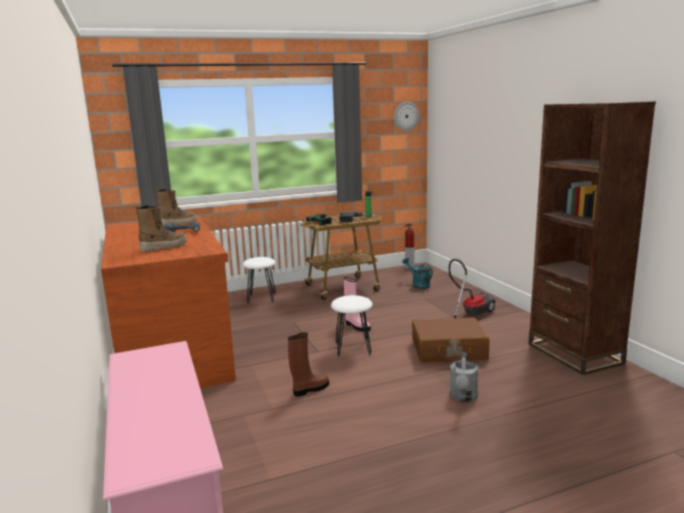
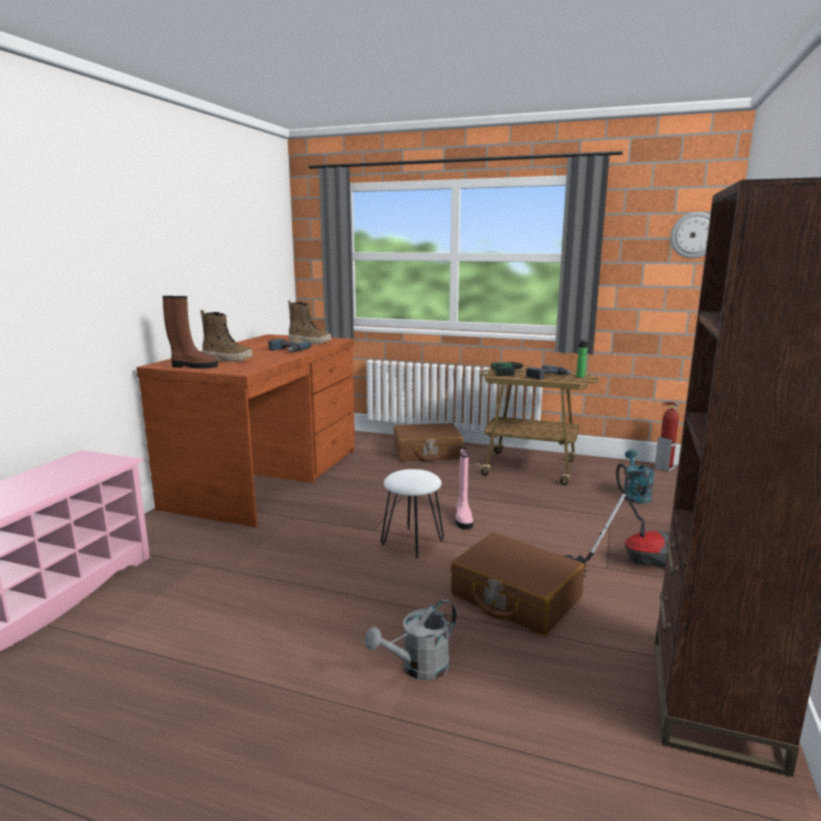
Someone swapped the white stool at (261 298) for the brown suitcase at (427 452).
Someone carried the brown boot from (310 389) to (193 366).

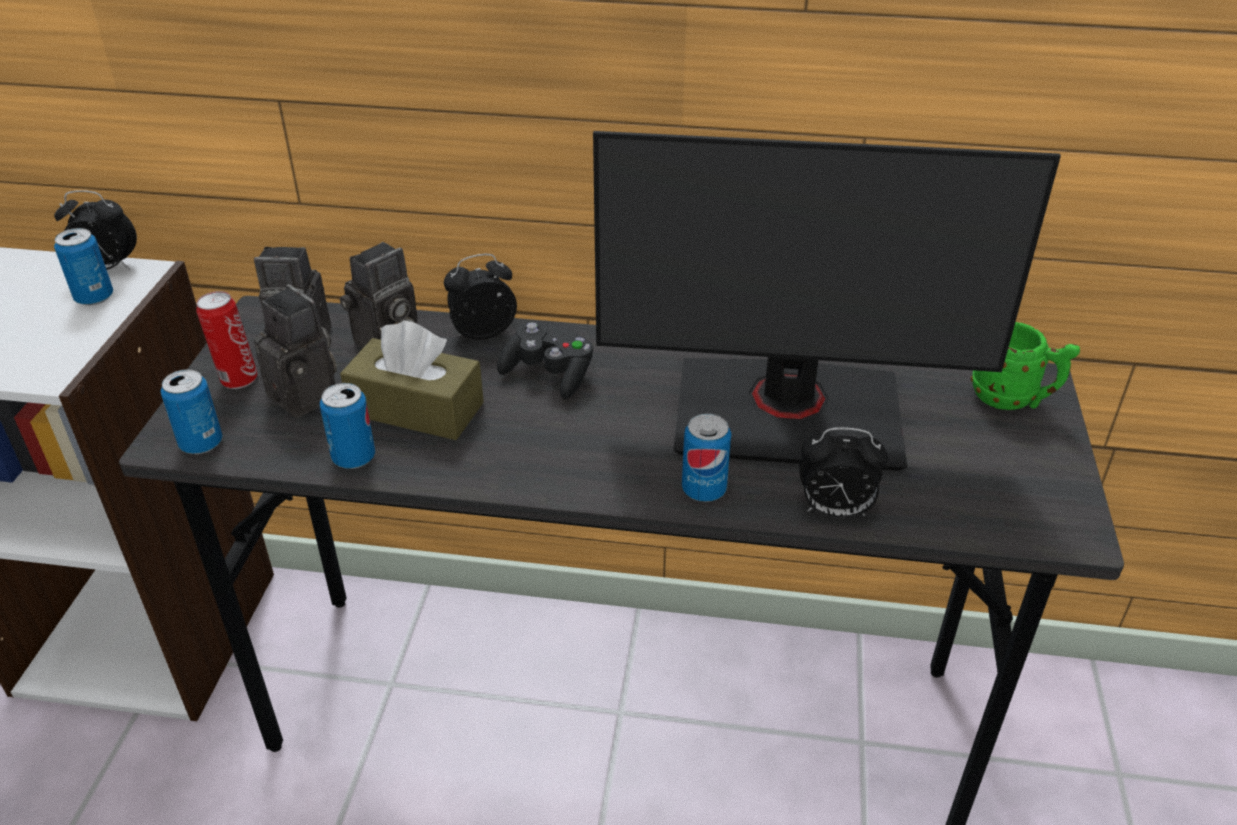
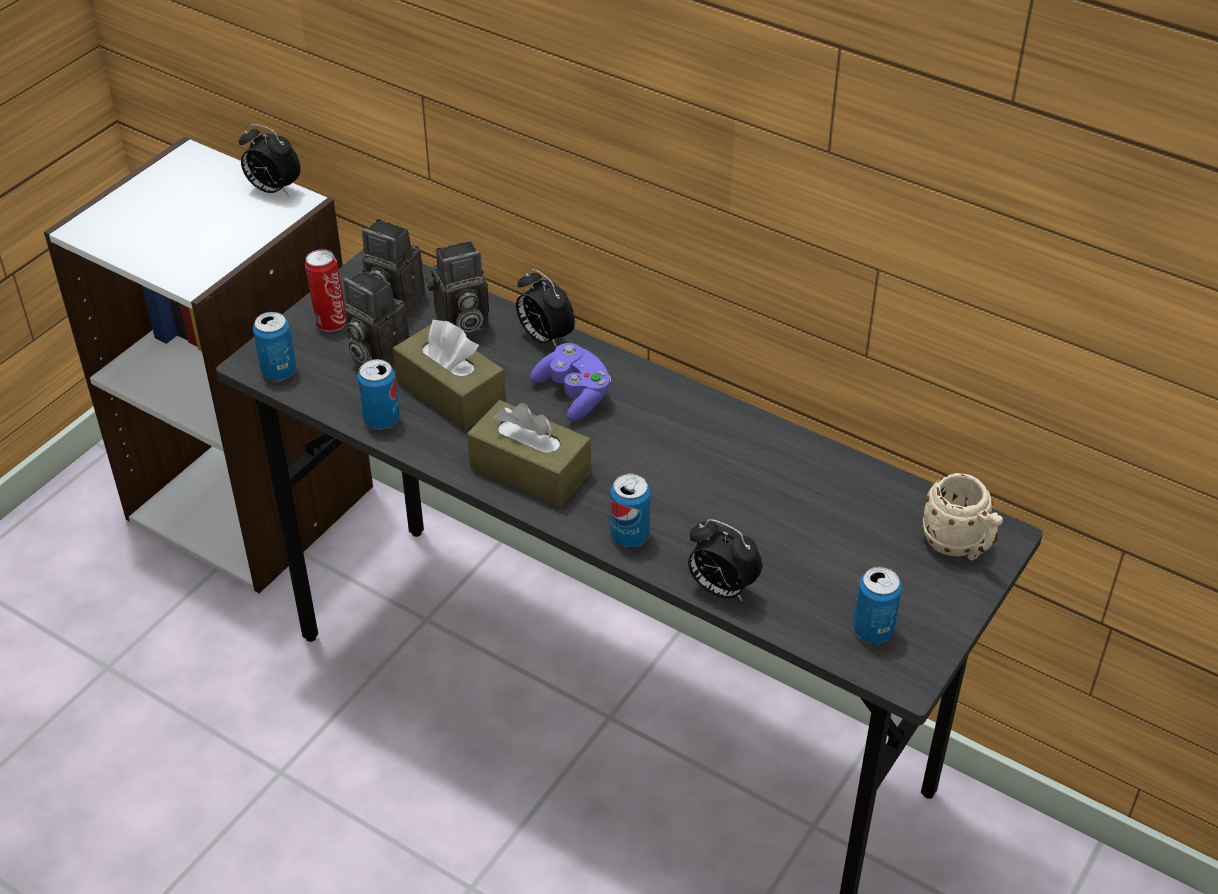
Someone took away the monitor at (788 413).
Someone carried the can from (94 297) to (873 630).
Someone rotated the alarm clock at (483 333) by 135 degrees counterclockwise.
Someone rotated the photo camera at (308 396) by 150 degrees clockwise.
Someone repainted the black game controller at (549 374), which became the purple game controller at (574 394).
Someone repainted the green mug at (1013 400), which became the beige mug at (959 546).
Someone put down the brown tissue box at (530 470).

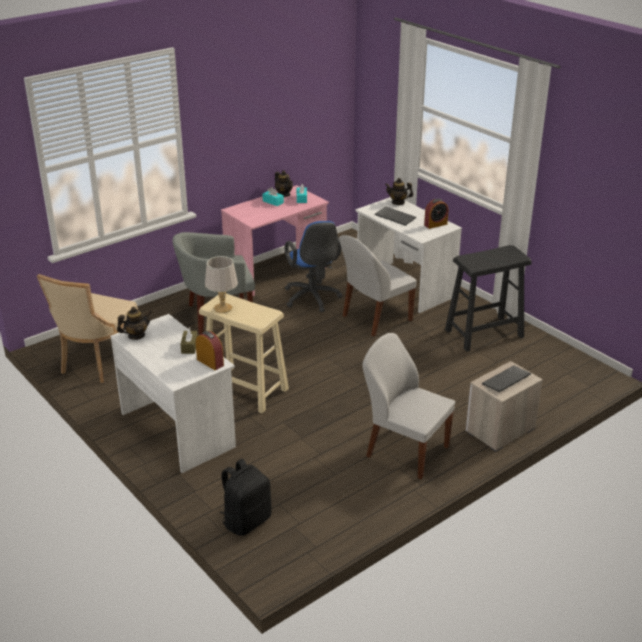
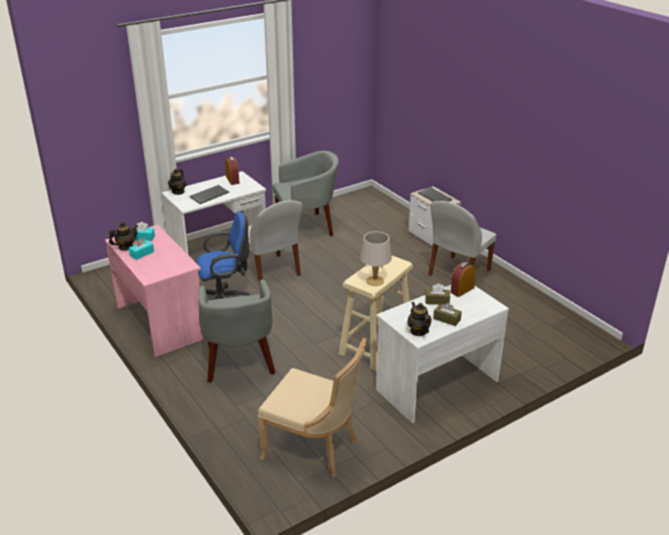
Someone swapped the black stool at (483 333) for the grey armchair at (307 227).
Someone took away the black backpack at (246 520).
Someone put down the brown tissue box at (446 319).

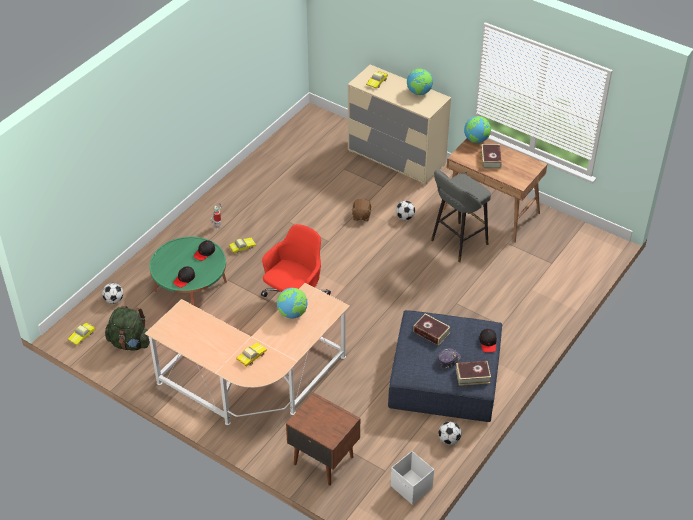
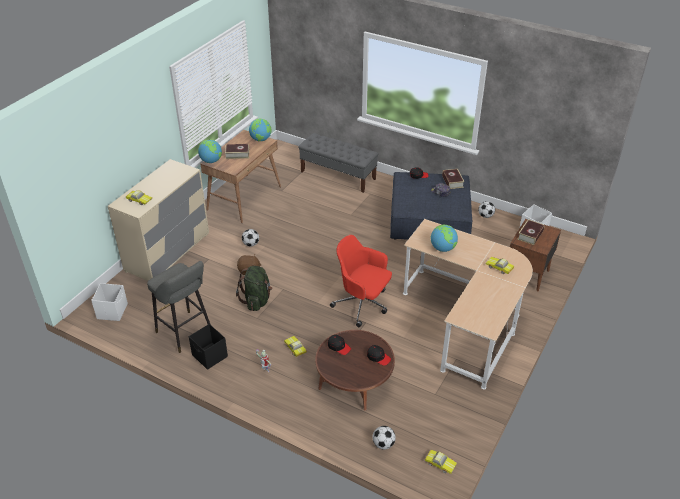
Someone carried the globe from (419 92) to (261 139).
Someone carried the grey stool from (457 243) to (186 333).
Someone repainted the green coffee table at (190 286), which became the brown coffee table at (354 381).
Someone carried the green backpack from (130 343) to (257 300).
Someone carried the book from (431 332) to (530 235).
Someone put down the grey bench at (338 175).
Someone put down the white storage box at (113 311).
Someone put down the black storage box at (210 356).

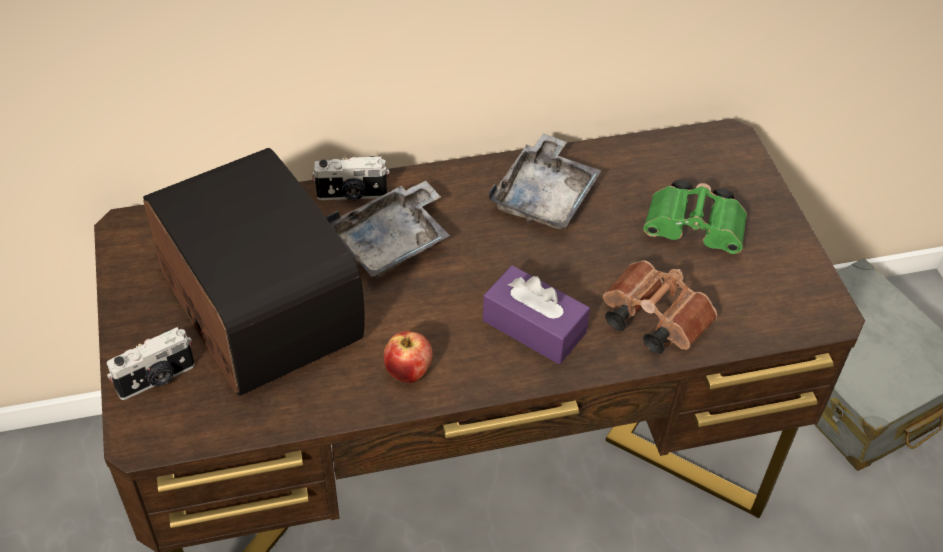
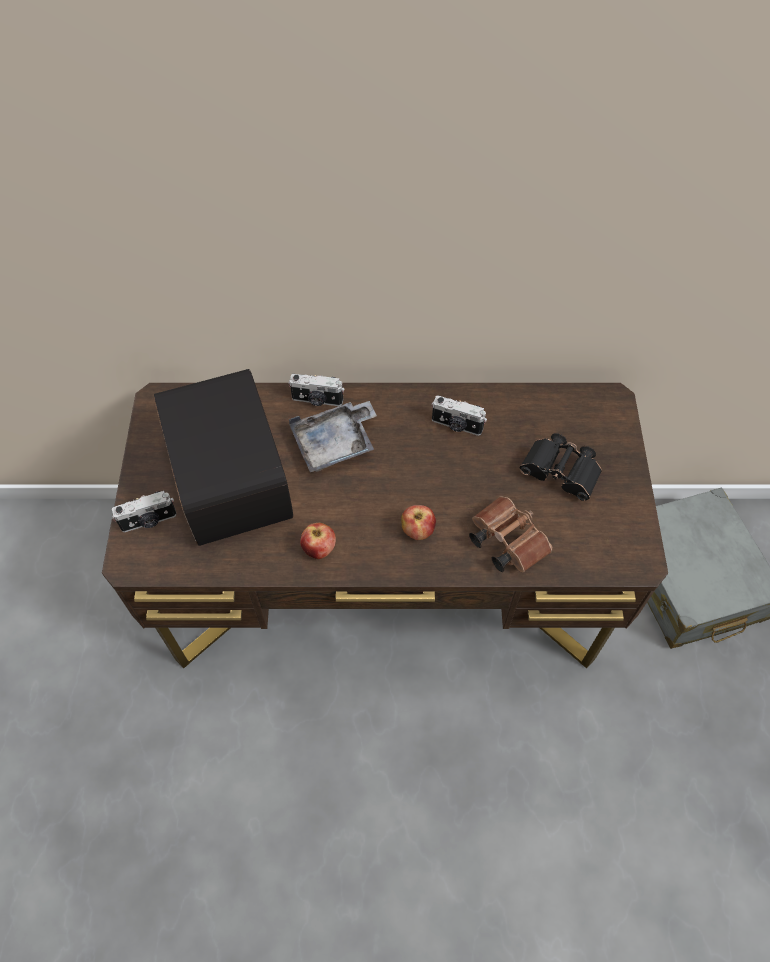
Someone swapped the grey tray at (545 196) for the photo camera at (456 425).
Someone repainted the green binoculars at (696 231), which became the black binoculars at (562 474).
Someone swapped the purple tissue box at (534 327) for the apple at (418 530).

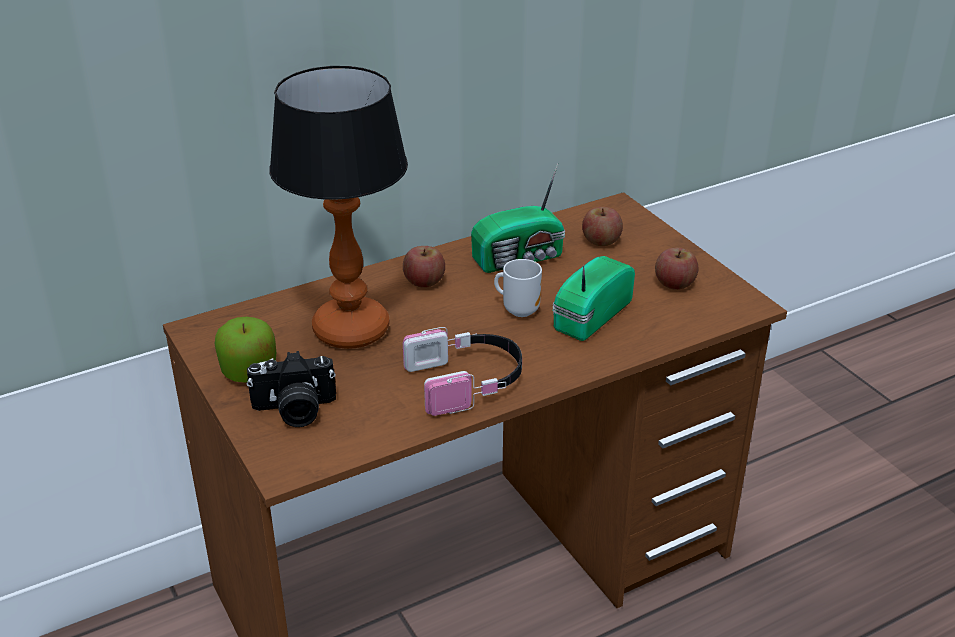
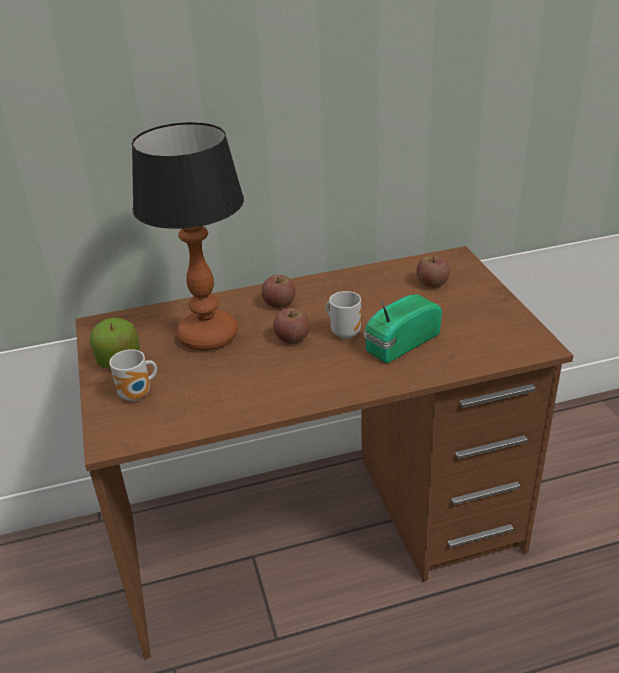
Someone took away the radio at (521 258).
Someone carried the apple from (674 283) to (292 338).
Someone took away the headphones at (467 382).
Someone swapped the photo camera at (294 410) for the mug at (138 395).

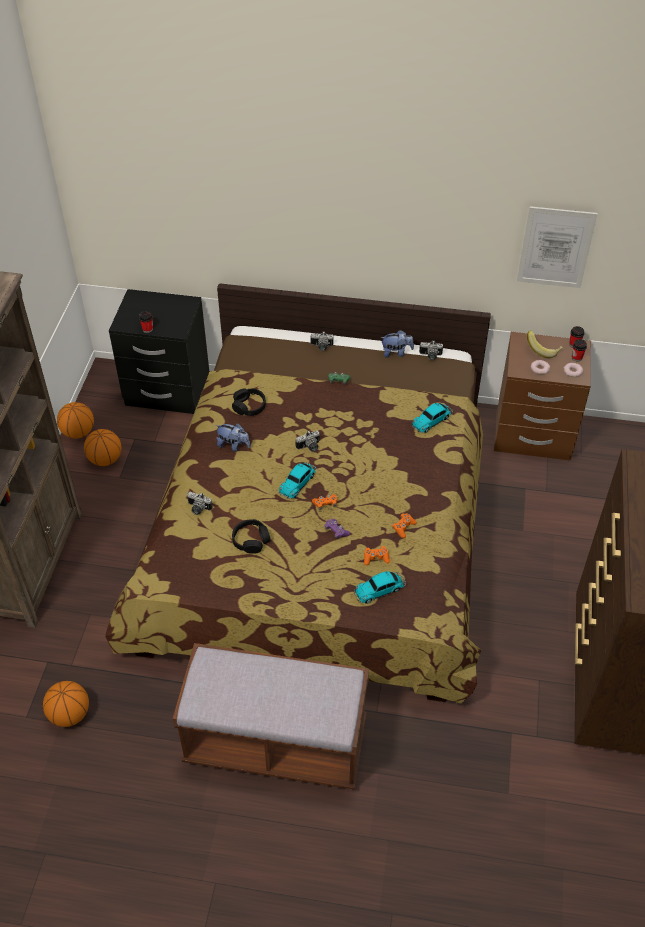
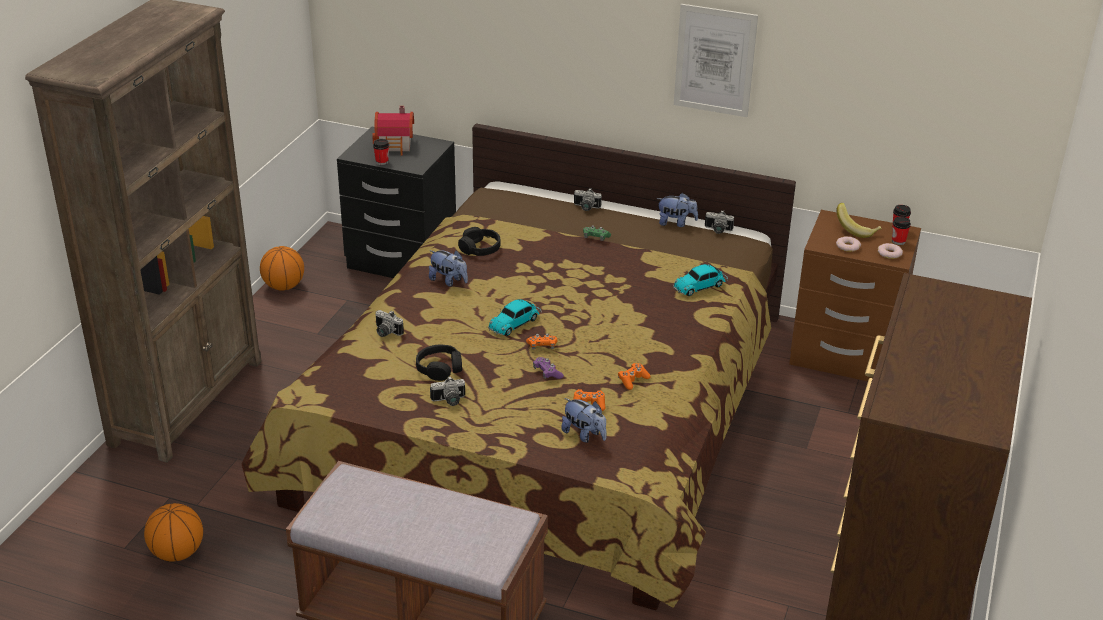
Someone carried the picture from (555 247) to (714 60).
Someone took away the basketball at (105 459).
Someone carried the photo camera from (309 447) to (449 401).
Someone swapped the toy car at (380 589) for the plush toy at (584 435).
Someone put down the toy house at (396 145).

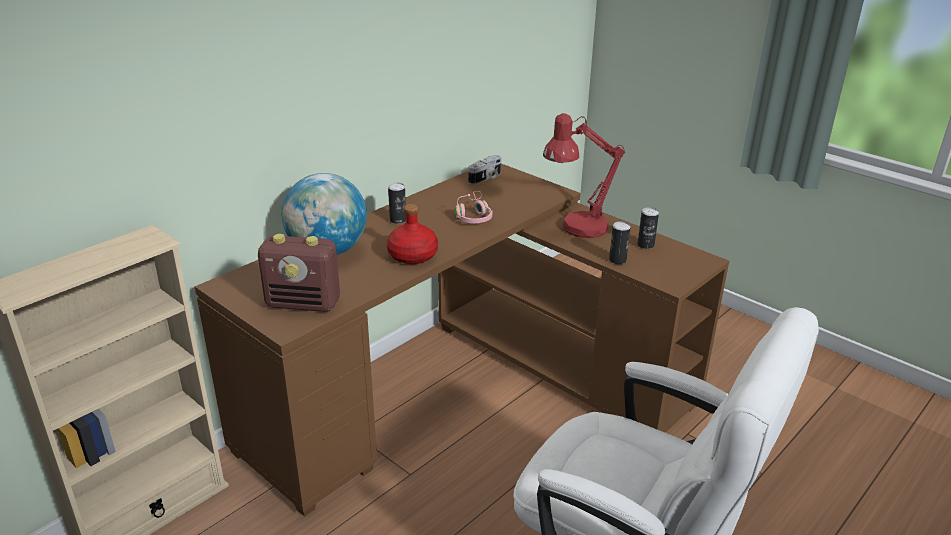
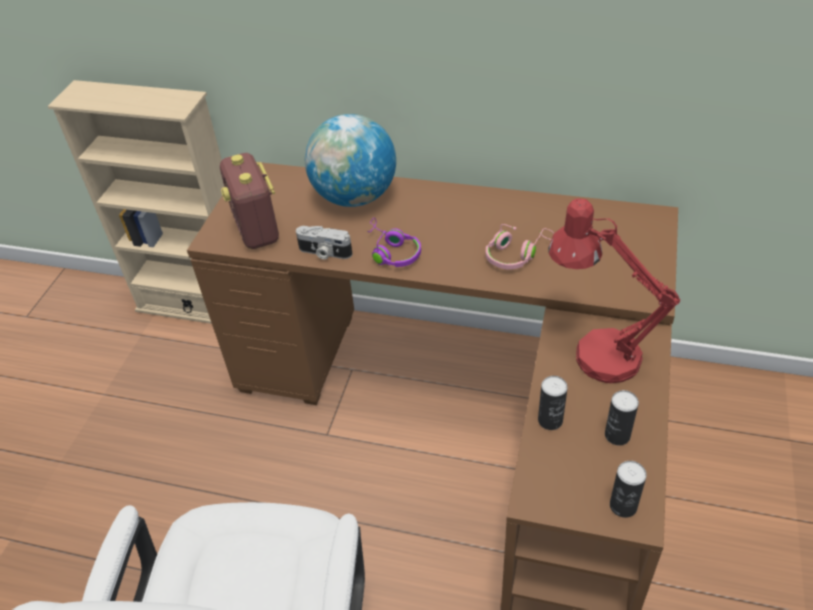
Someone carried the photo camera from (486 178) to (324 253).
Someone carried the can from (397 220) to (623 506).
Someone swapped the red bottle at (413 256) for the purple headphones at (391 252).

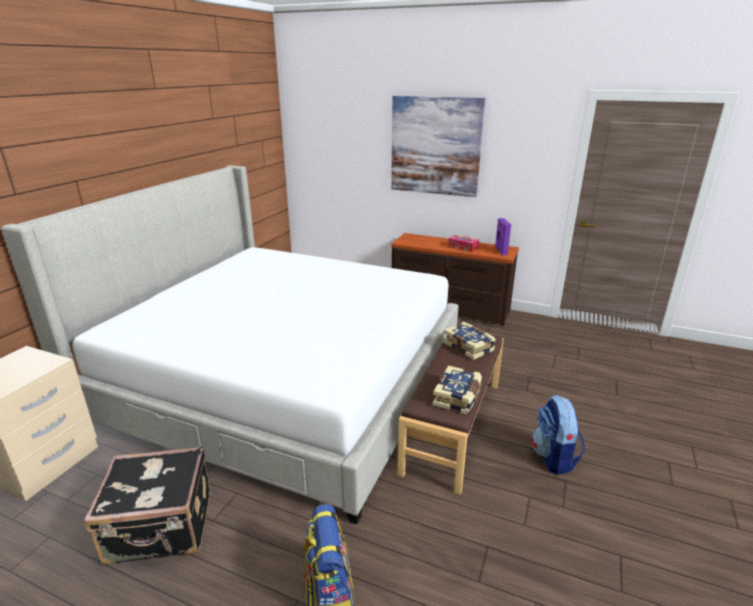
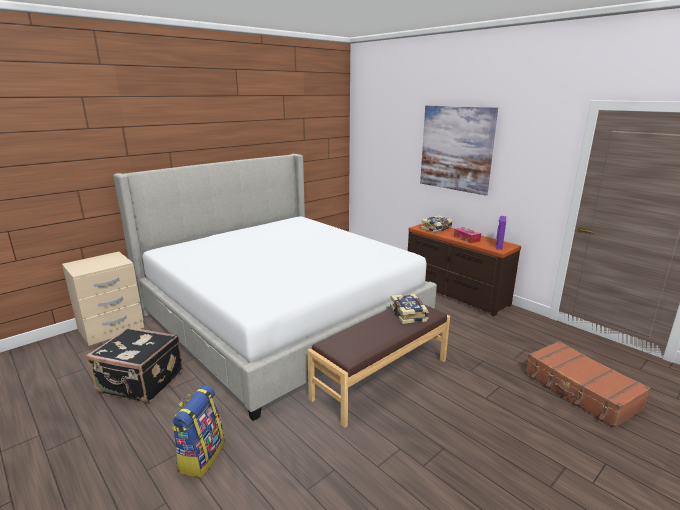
Someone carried the book from (458 397) to (437 229).
Someone took away the backpack at (554 458).
Someone put down the brown suitcase at (580 391).

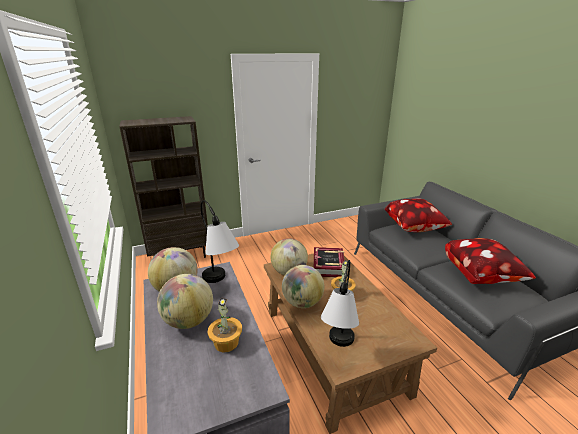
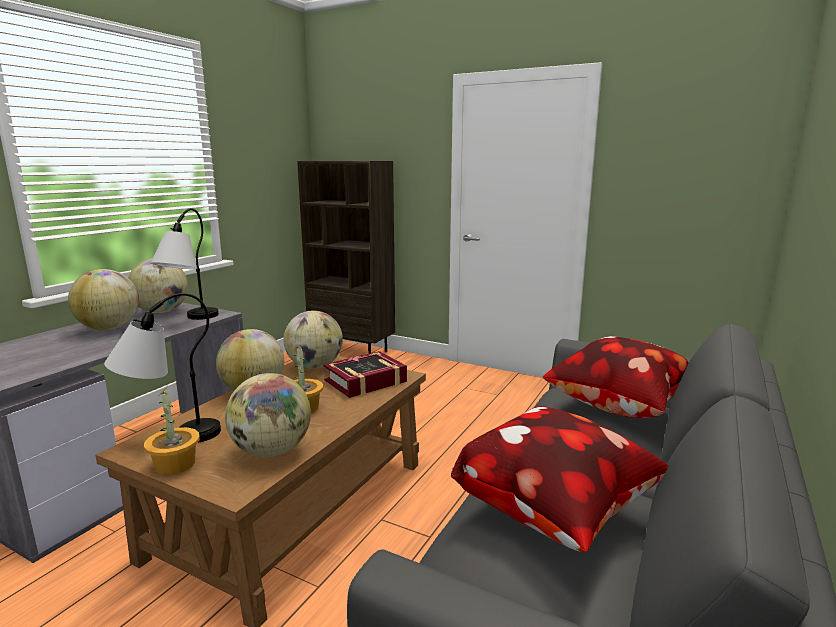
Someone carried the potted plant from (226 342) to (176 464).
Someone put down the globe at (271 451).

